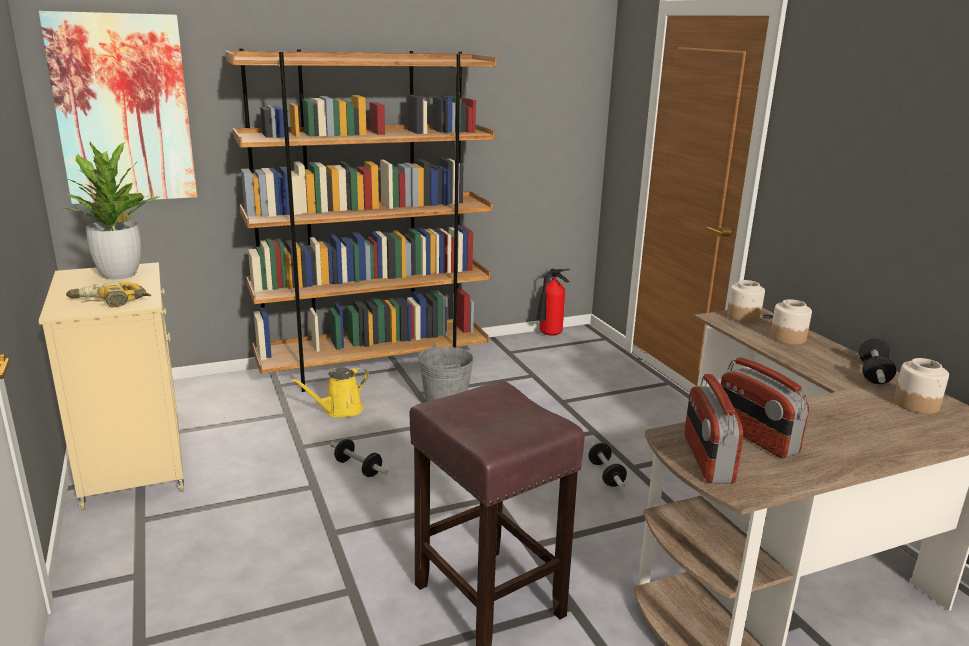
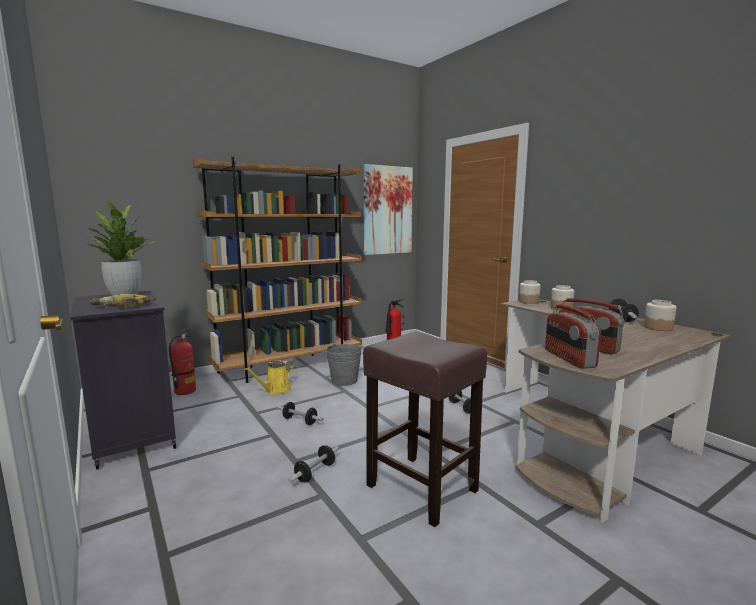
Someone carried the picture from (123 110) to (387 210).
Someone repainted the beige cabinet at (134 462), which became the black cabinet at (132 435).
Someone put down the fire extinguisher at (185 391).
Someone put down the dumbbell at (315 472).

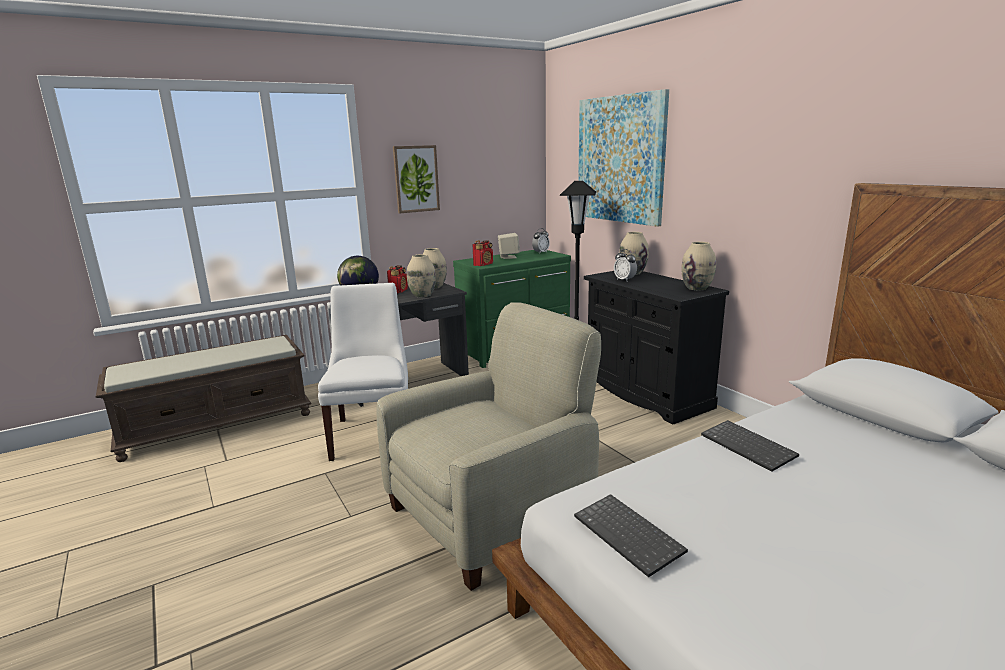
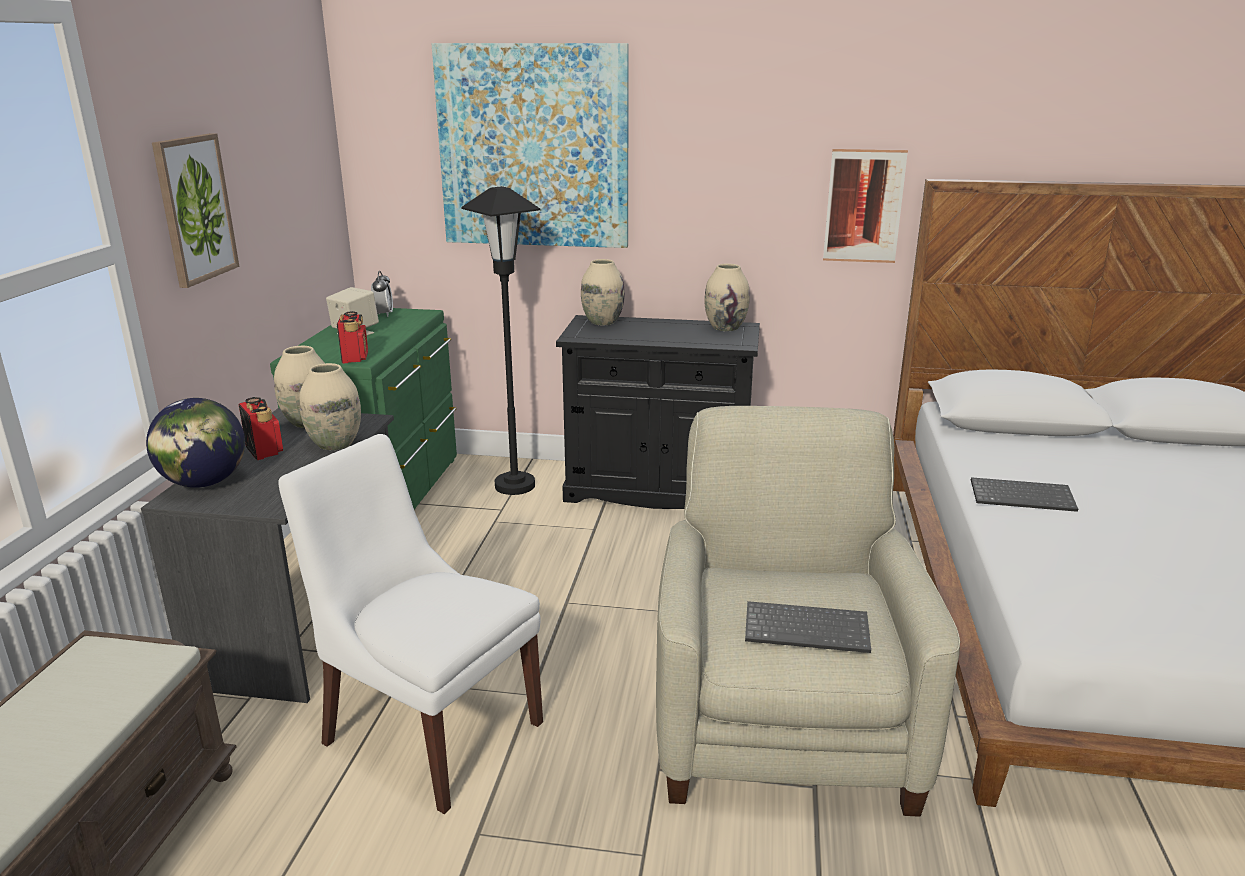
Someone took away the alarm clock at (624 280).
Someone carried the keyboard from (630 535) to (808 629).
Someone put up the picture at (864 206).

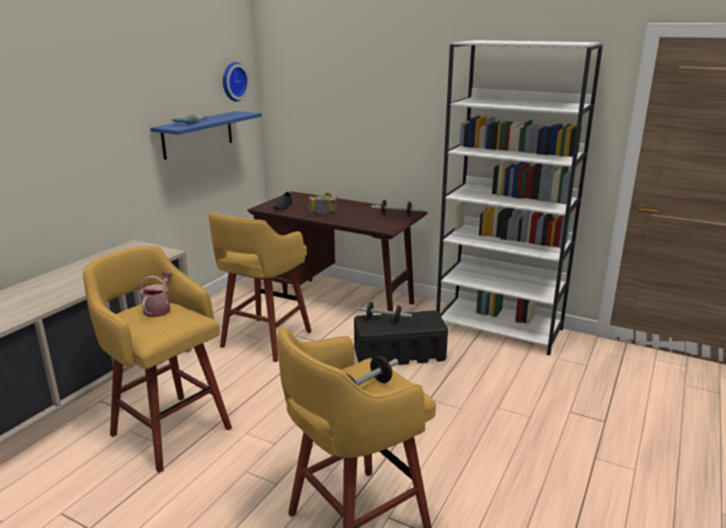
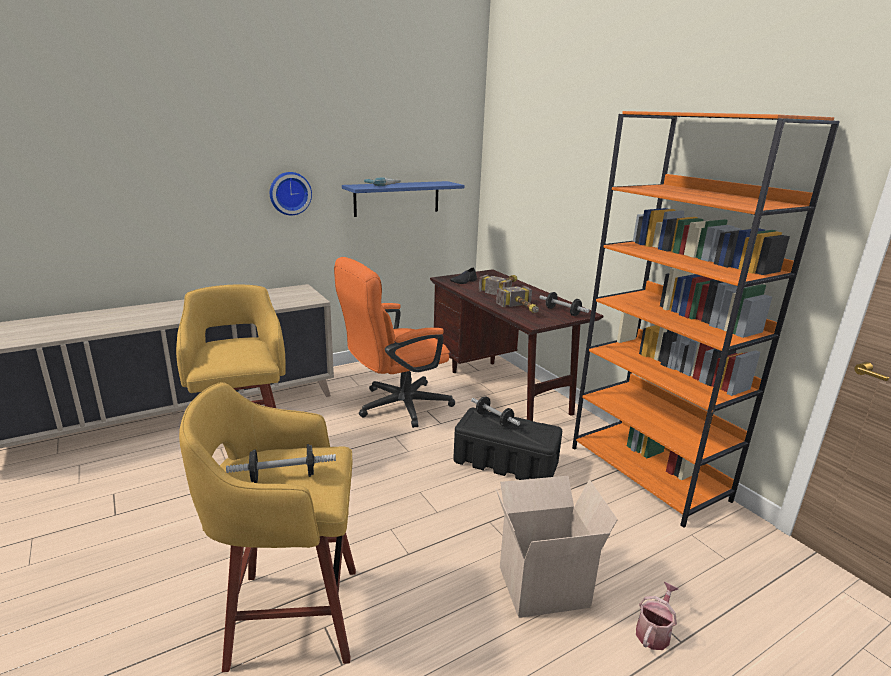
Someone repainted the white bookcase at (500 328), which became the orange bookcase at (648 473).
Someone carried the wall clock from (233 81) to (289 193).
Someone swapped the yellow stool at (264 340) for the orange office chair at (395 406).
Someone carried the watering can from (159 309) to (654 631).
Someone put down the hammer at (522 309).
Someone put down the cardboard box at (543 584).

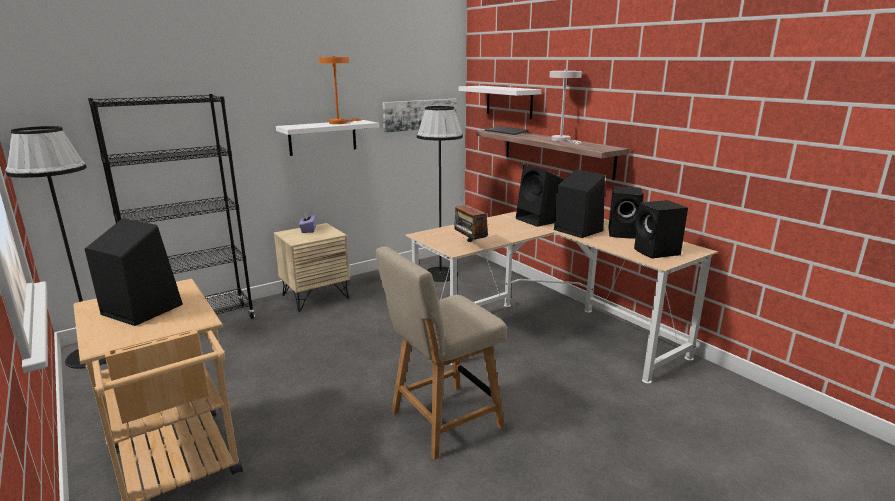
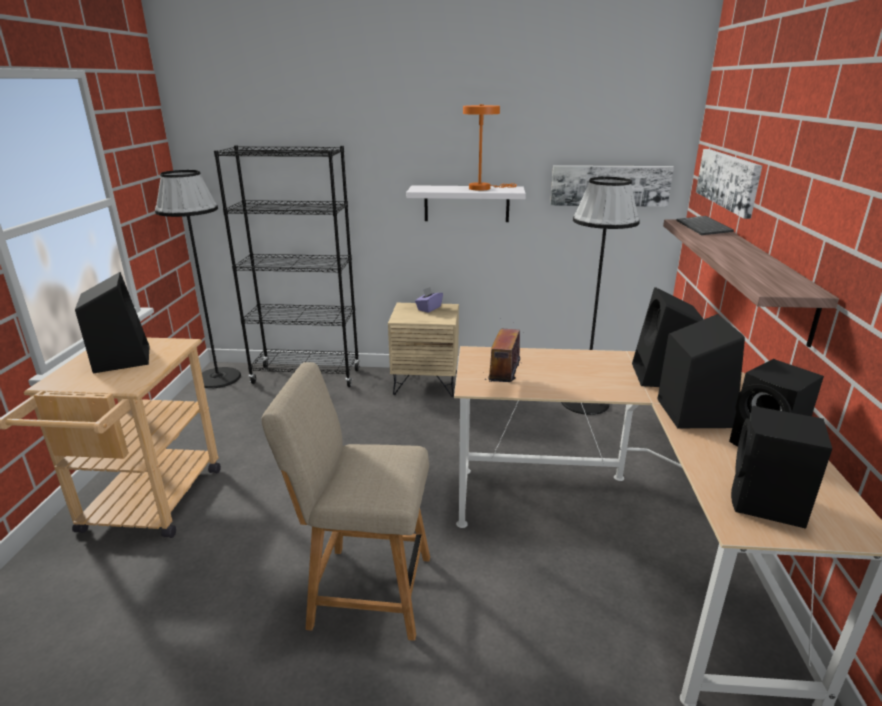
Someone took away the white table lamp at (563 140).
Someone swapped the white shelf at (509 101) for the picture at (728 180).

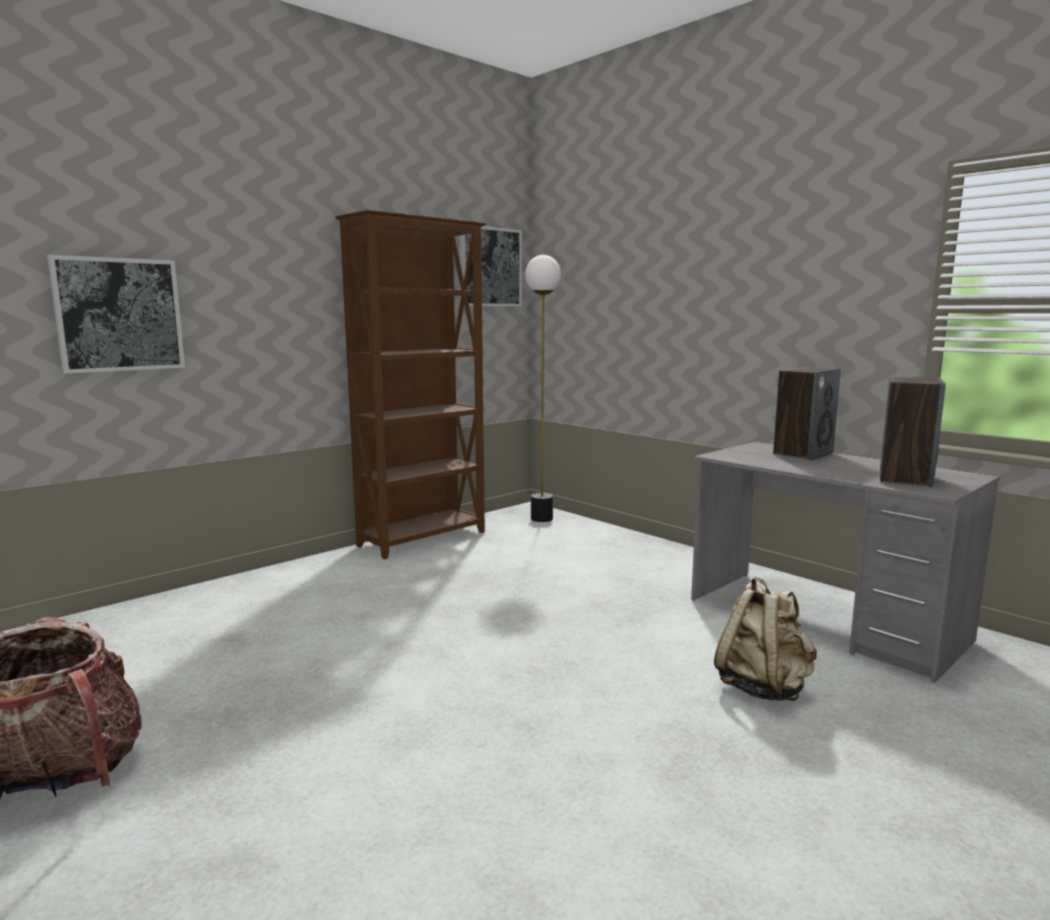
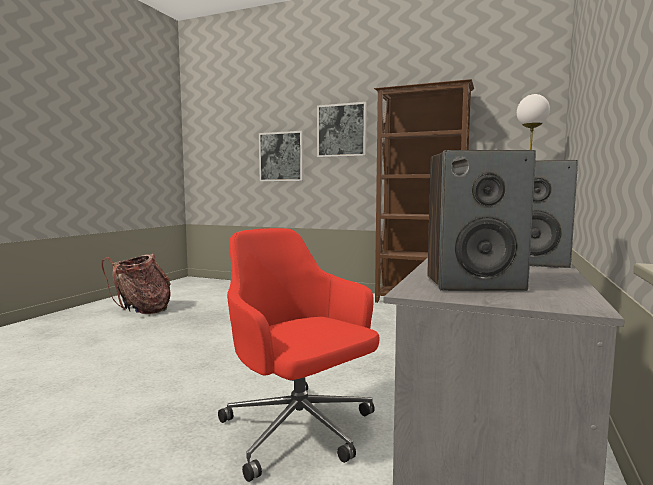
Someone carried the picture from (490 267) to (341 130).
Someone swapped the beige backpack at (763 687) for the red office chair at (299 431).

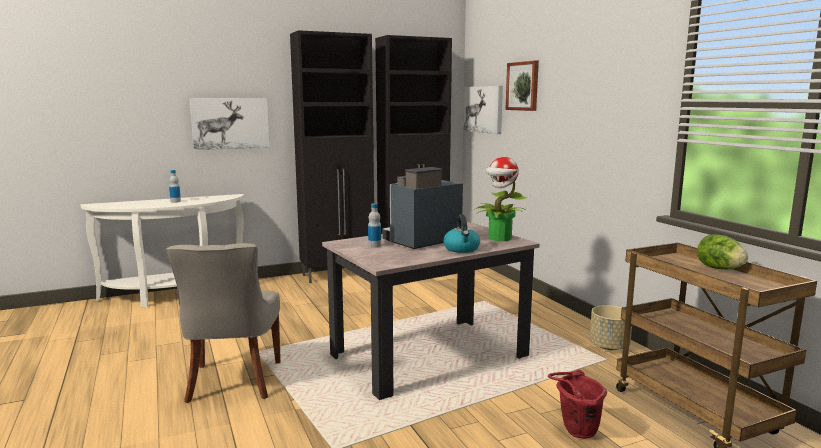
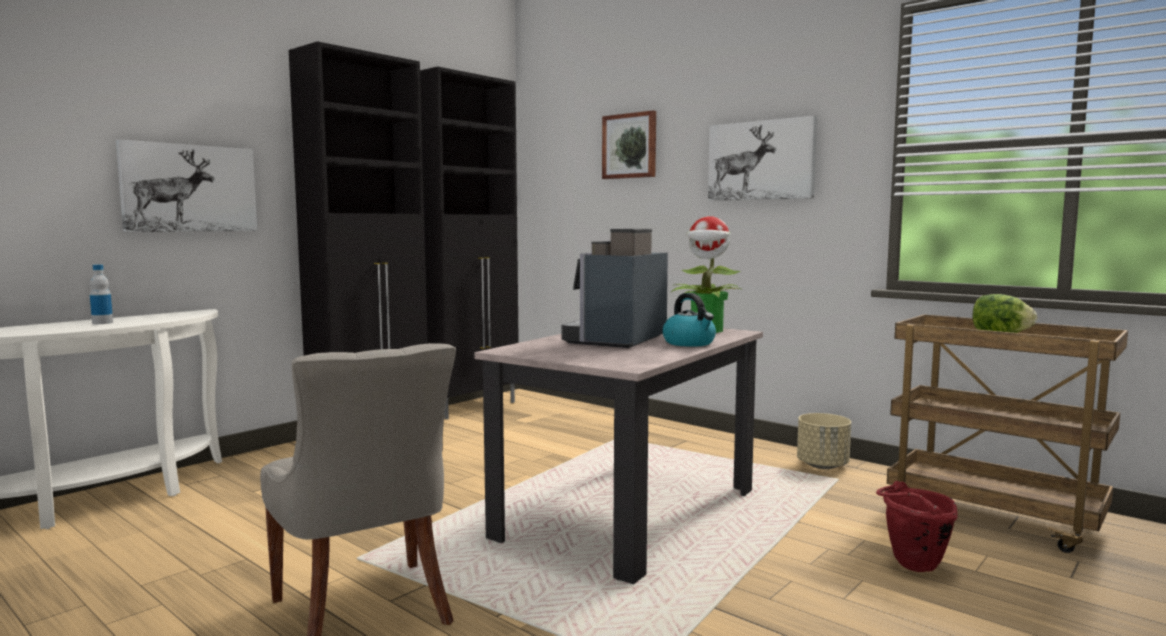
Someone carried the picture from (483 109) to (761 160).
Someone took away the bottle at (374 245).

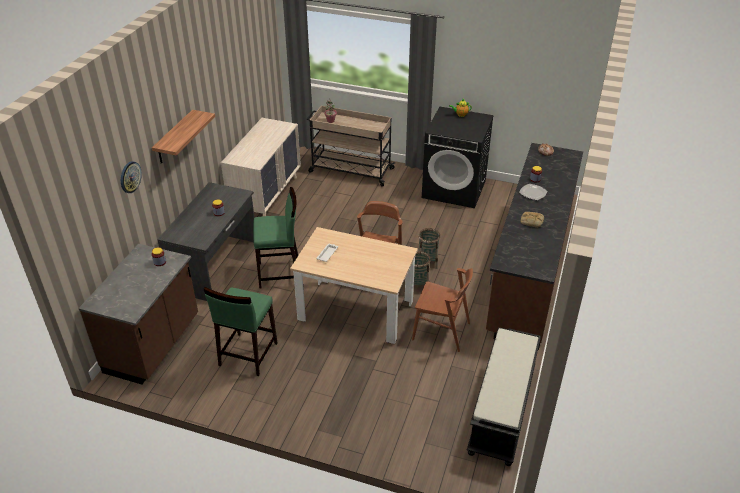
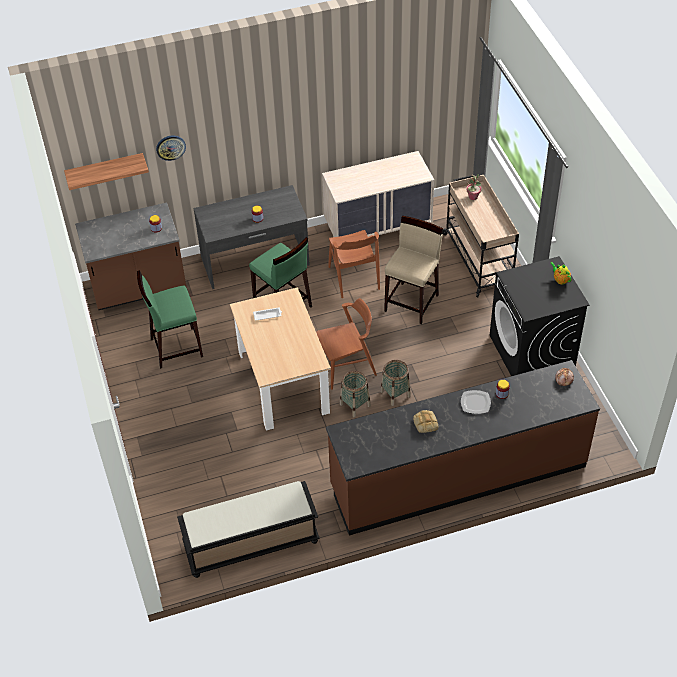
Someone carried the shelf from (174 137) to (105 170).
Someone carried the brown chair from (441 331) to (354 278).
Someone put down the beige stool at (412 303).

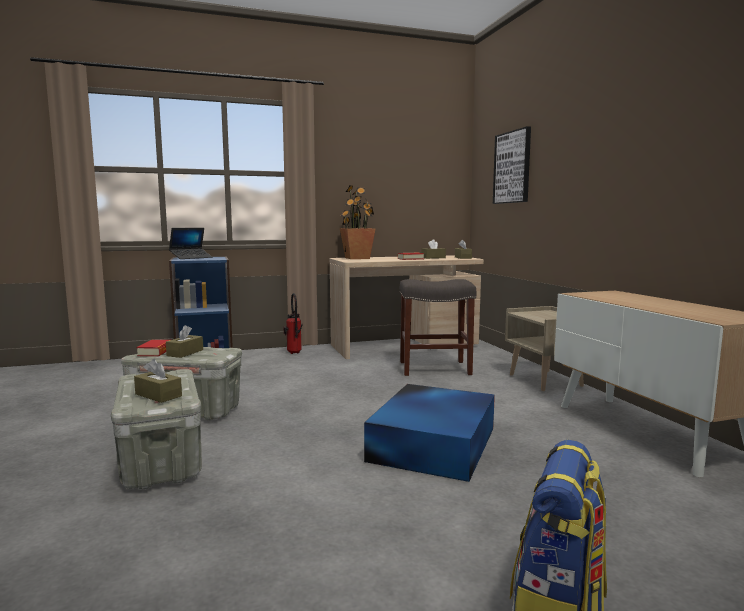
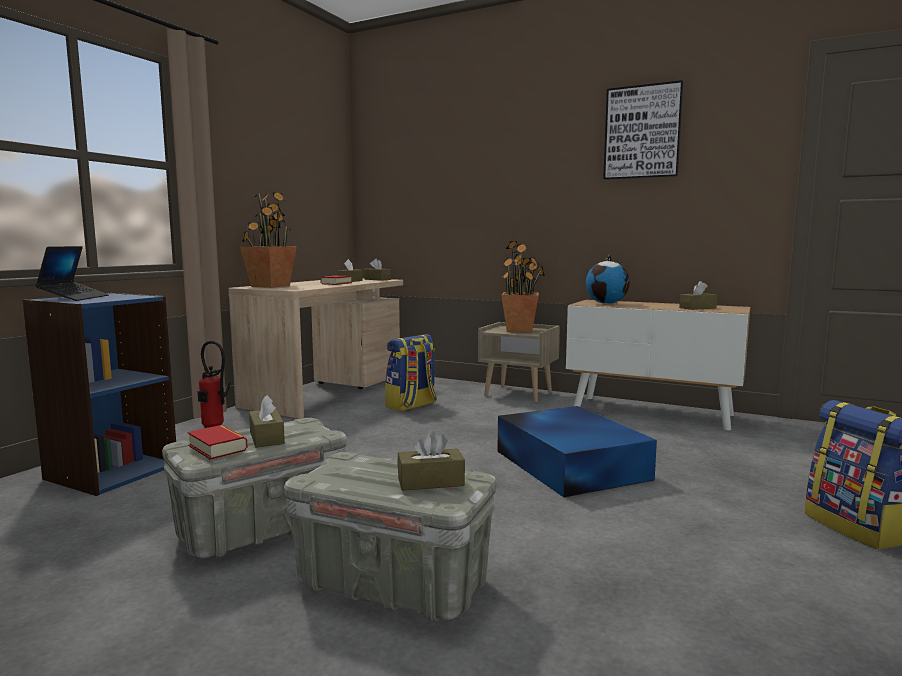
Someone carried the picture from (512 167) to (642 132).
Someone swapped the grey stool at (433 368) for the backpack at (411 406).
Someone put down the potted plant at (520 330).
Someone put down the globe at (607 303).
Someone put down the brown tissue box at (697 308).

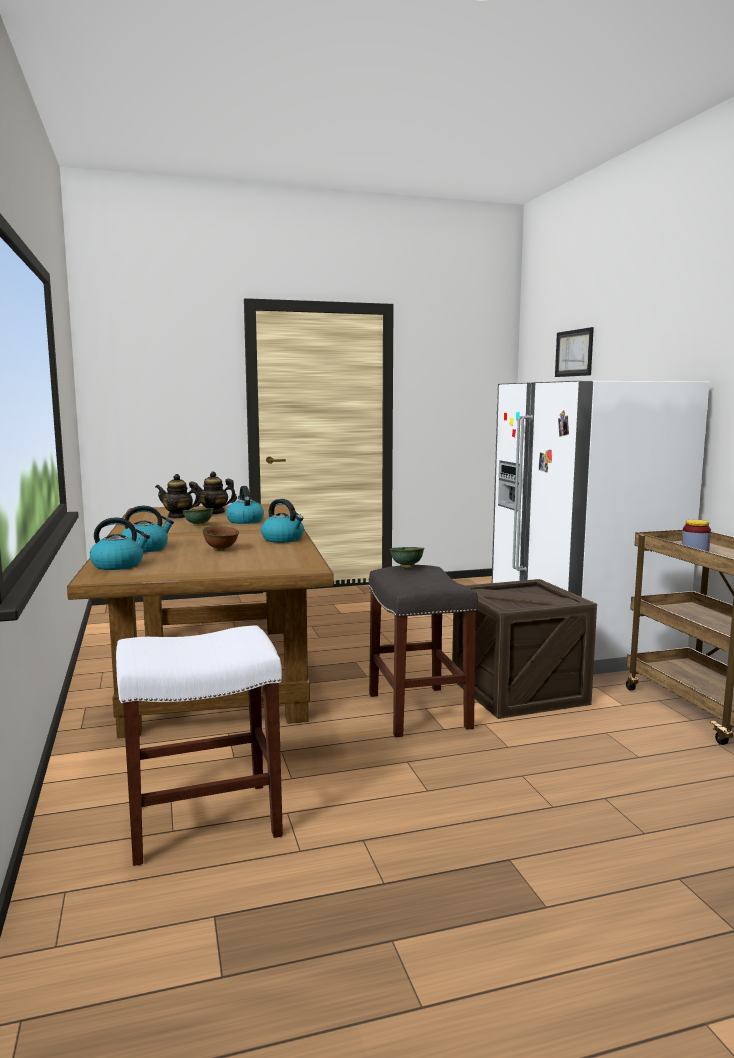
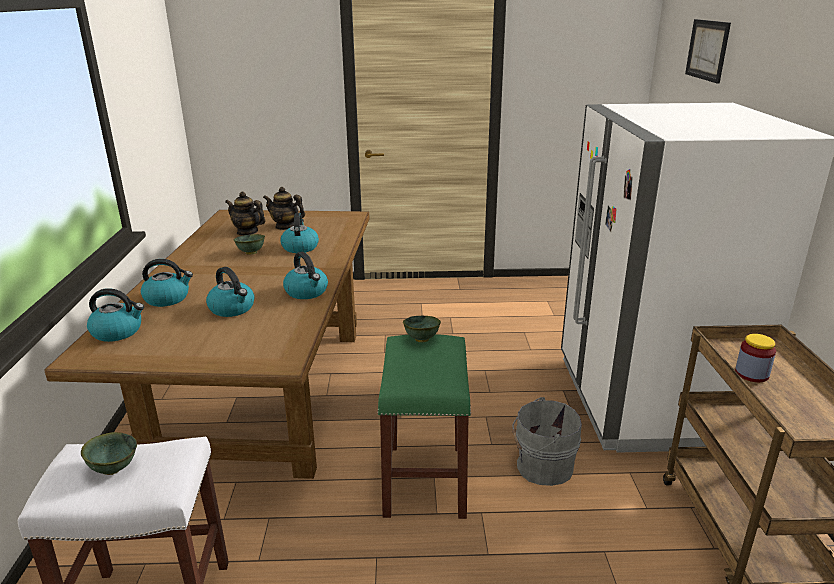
Someone swapped the brown bowl at (221 549) for the kettle at (232 309).
Someone repainted the grey stool at (420 711), which became the green stool at (426 481).
Someone swapped the crate at (518 691) for the grey bucket at (541 466).
Someone put down the green bowl at (113 468).

